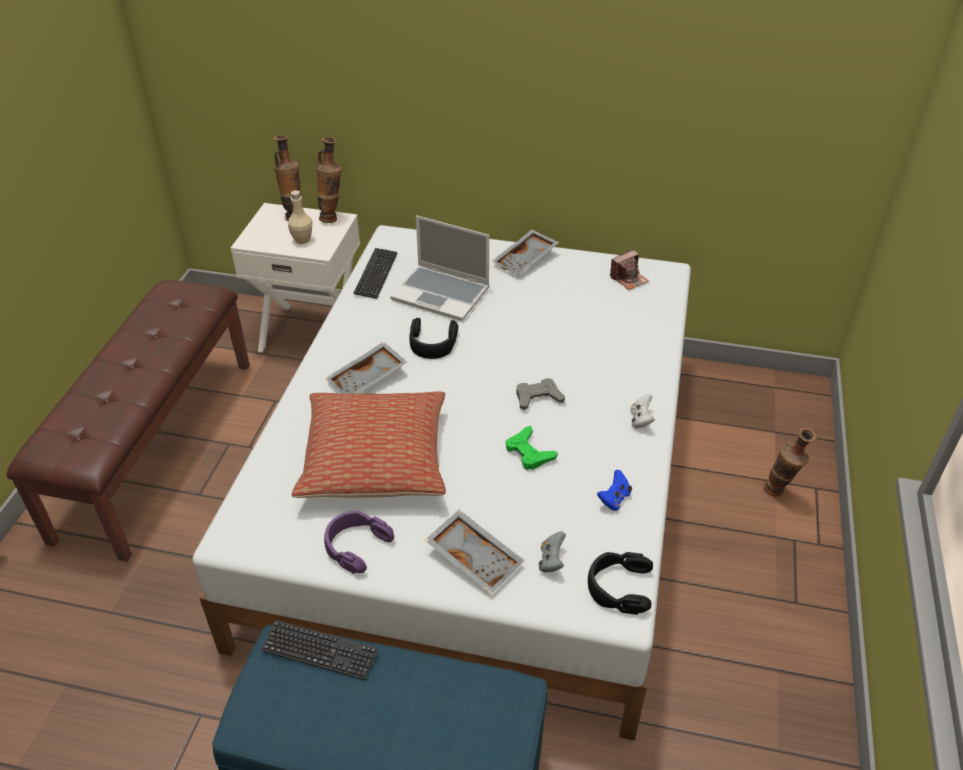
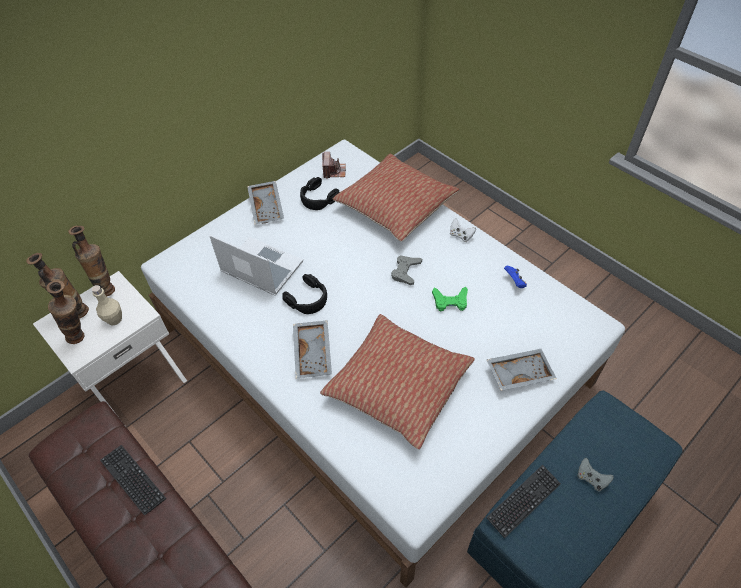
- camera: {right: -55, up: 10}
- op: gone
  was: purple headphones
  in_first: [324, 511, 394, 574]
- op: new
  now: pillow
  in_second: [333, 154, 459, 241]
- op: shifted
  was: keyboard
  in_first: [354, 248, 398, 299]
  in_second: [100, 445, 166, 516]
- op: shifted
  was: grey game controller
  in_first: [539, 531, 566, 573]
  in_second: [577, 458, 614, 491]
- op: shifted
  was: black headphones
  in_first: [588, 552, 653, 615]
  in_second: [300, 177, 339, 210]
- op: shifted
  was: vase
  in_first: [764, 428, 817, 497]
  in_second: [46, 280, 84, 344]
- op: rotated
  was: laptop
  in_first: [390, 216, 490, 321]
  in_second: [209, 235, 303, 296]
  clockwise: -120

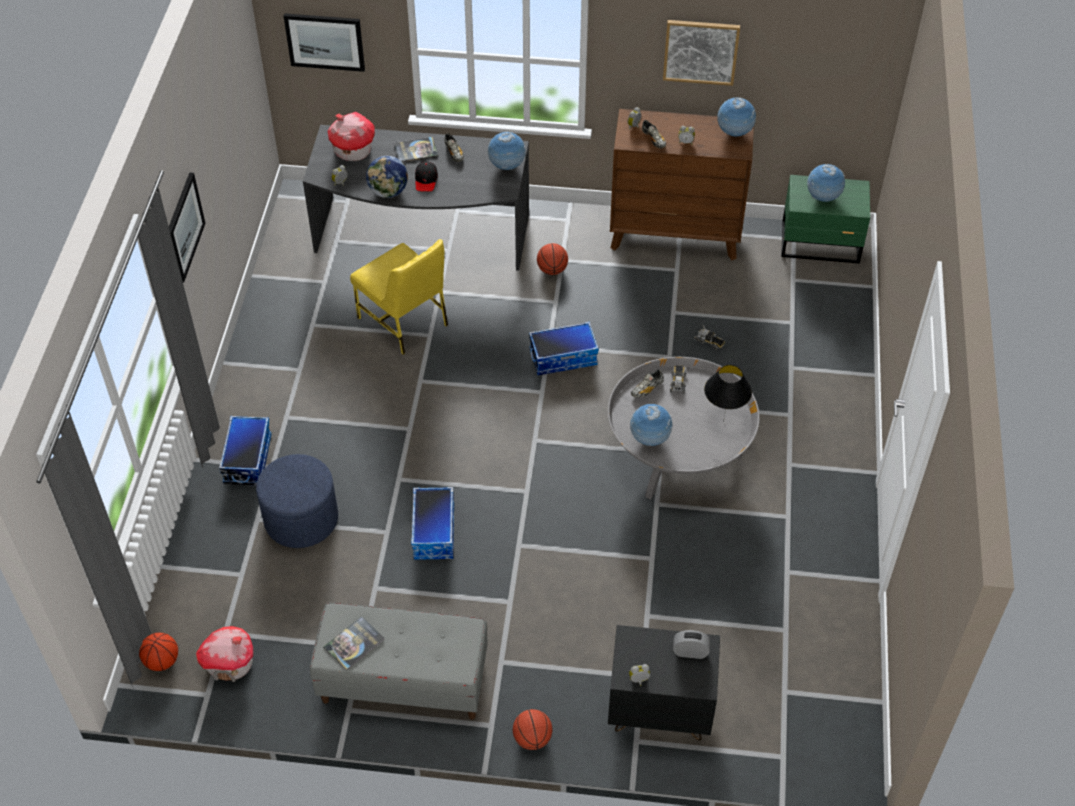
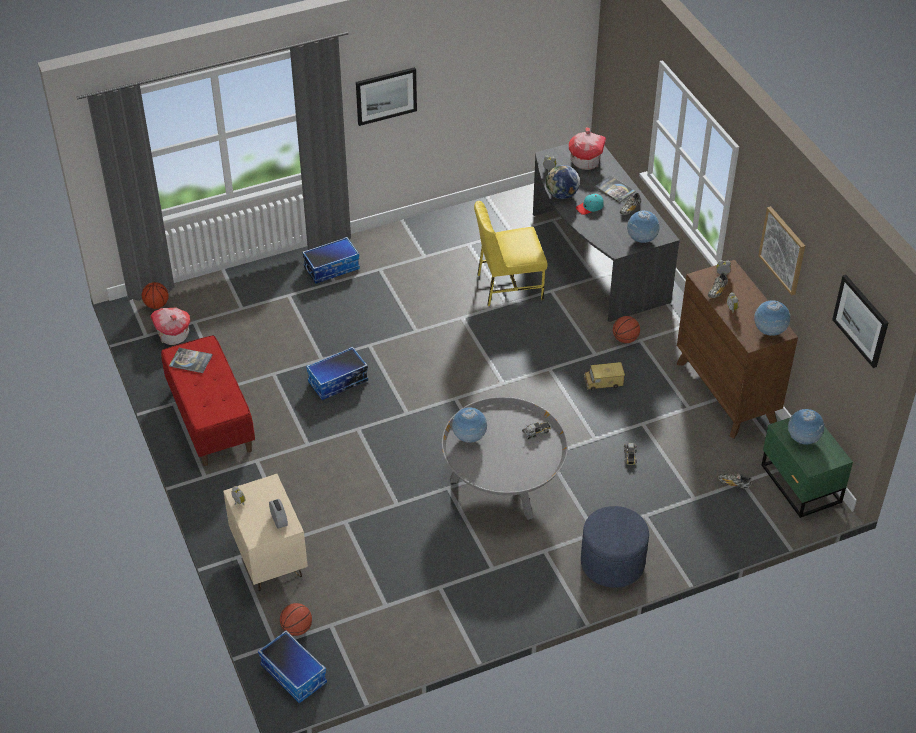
- camera: {right: 60, up: -5}
- op: gone
  was: black table lamp
  in_first: [704, 365, 752, 422]
- op: new
  now: toy truck
  in_second: [584, 362, 625, 391]
- op: shifted
  was: blue ottoman
  in_first: [256, 454, 338, 548]
  in_second: [581, 506, 649, 588]
- op: shifted
  was: picture
  in_first: [284, 13, 365, 72]
  in_second: [832, 275, 888, 368]
- op: shifted
  was: basketball
  in_first: [513, 709, 552, 750]
  in_second: [280, 603, 312, 636]
- op: shifted
  was: storage box
  in_first: [529, 322, 599, 375]
  in_second: [258, 630, 327, 703]
- op: shifted
  was: shoe
  in_first: [631, 369, 664, 397]
  in_second: [718, 473, 752, 489]
- op: repainted
  was: grey bench
  now: red bench
  in_first: [310, 603, 488, 720]
  in_second: [161, 335, 255, 466]
- op: repainted
  was: black cap
  now: turquoise cap
  in_first: [415, 161, 438, 192]
  in_second: [576, 194, 604, 215]
- op: repainted
  was: black nightstand
  now: beige nightstand
  in_first: [608, 625, 720, 741]
  in_second: [223, 474, 308, 591]
- op: rotated
  was: yellow chair
  in_first: [350, 239, 448, 355]
  in_second: [474, 201, 547, 306]
  clockwise: 60

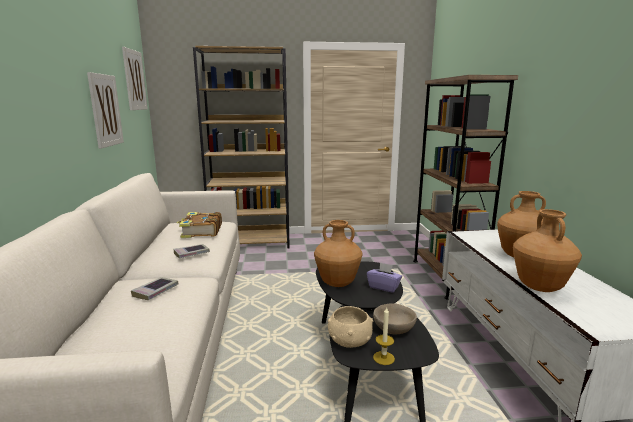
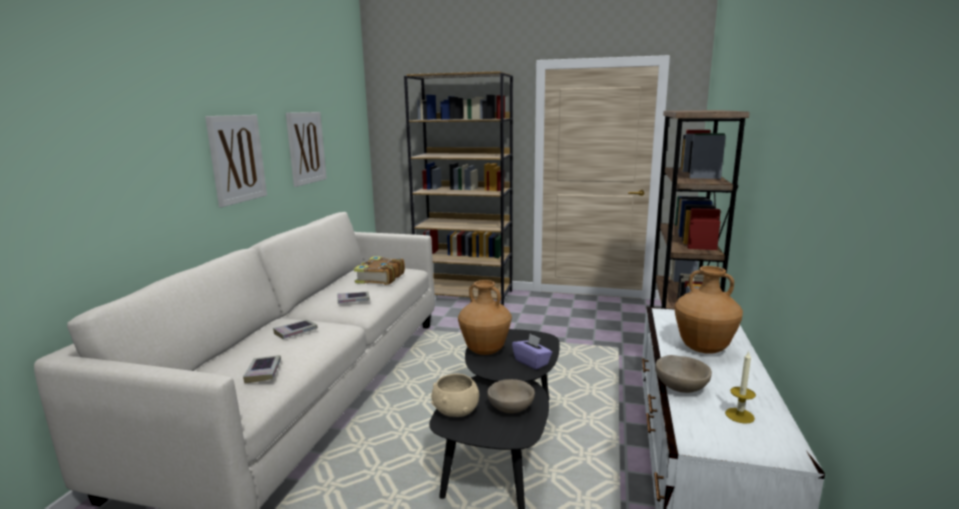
- camera: {right: 20, up: 0}
- op: new
  now: book
  in_second: [243, 355, 281, 383]
- op: shifted
  was: picture
  in_first: [122, 47, 148, 110]
  in_second: [205, 115, 267, 207]
- op: shifted
  was: candle
  in_first: [373, 308, 395, 365]
  in_second: [725, 351, 756, 424]
- op: swapped
  was: brown vase
  now: beige bowl
  in_first: [513, 209, 582, 292]
  in_second: [655, 355, 712, 393]

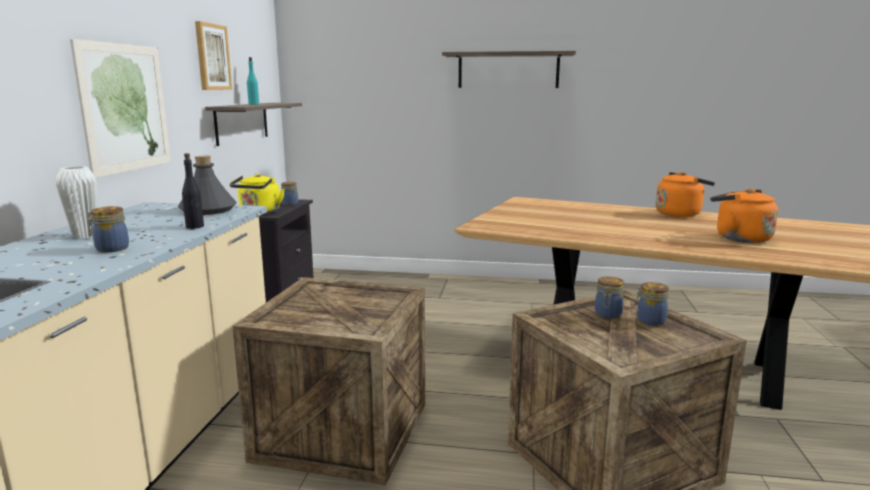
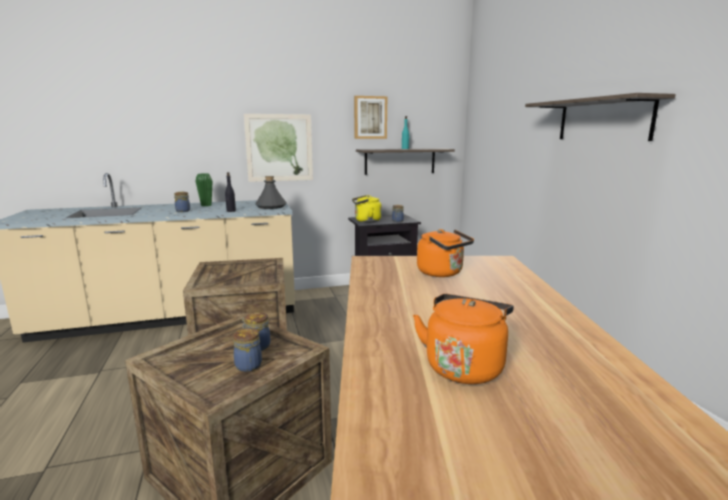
- camera: {right: 65, up: 0}
- op: shifted
  was: orange kettle
  in_first: [656, 172, 715, 217]
  in_second: [417, 229, 474, 277]
- op: repainted
  was: white vase
  now: green vase
  in_first: [56, 166, 97, 238]
  in_second: [196, 173, 212, 206]

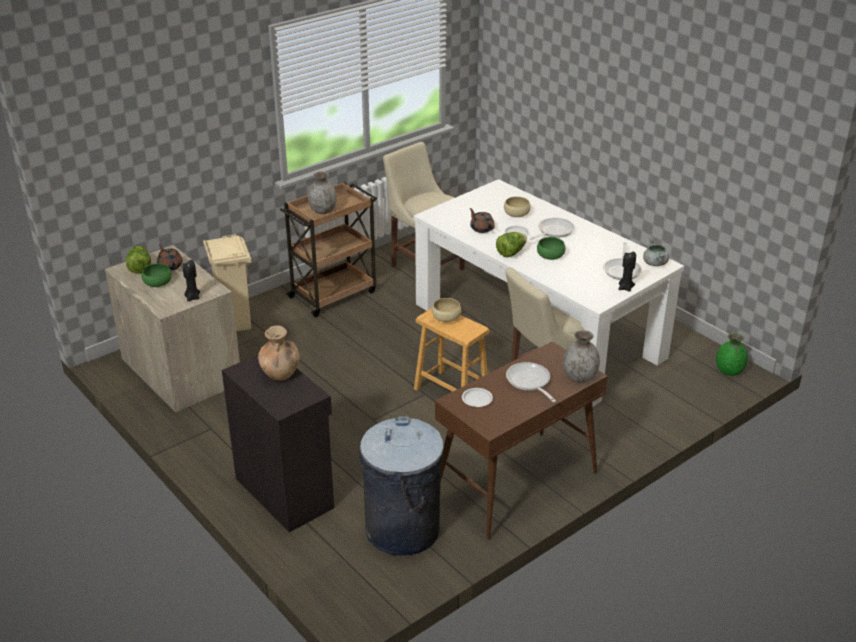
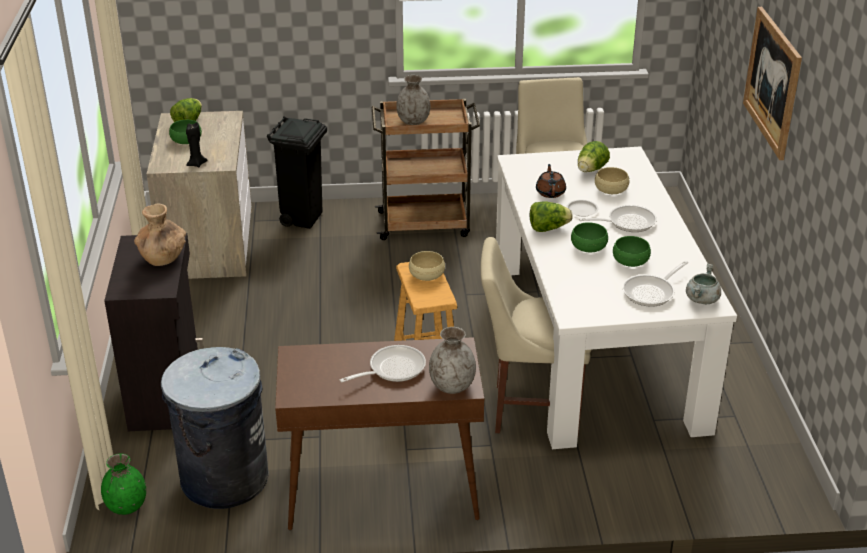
- camera: {right: 35, up: 0}
- op: gone
  was: brown teapot
  in_first: [157, 244, 183, 271]
- op: gone
  was: white plate
  in_first: [462, 388, 493, 407]
- op: gone
  was: black candle
  in_first: [618, 252, 636, 292]
- op: new
  now: lettuce
  in_second: [578, 141, 610, 172]
- op: new
  now: green bowl
  in_second: [613, 236, 651, 267]
- op: new
  now: picture
  in_second: [743, 7, 802, 160]
- op: shifted
  was: green vase
  in_first: [716, 333, 748, 376]
  in_second: [101, 453, 146, 515]
- op: repainted
  was: beige trash can
  now: black trash can
  in_first: [203, 234, 251, 331]
  in_second: [267, 116, 327, 229]
- op: rotated
  was: frying pan
  in_first: [506, 362, 556, 402]
  in_second: [340, 345, 426, 382]
  clockwise: 45

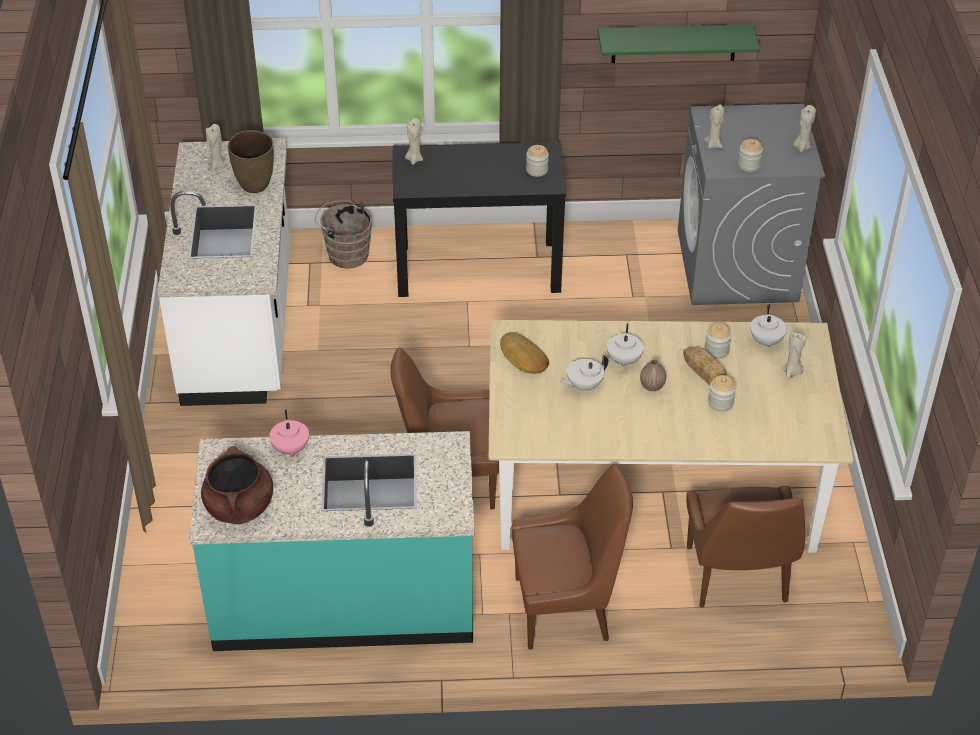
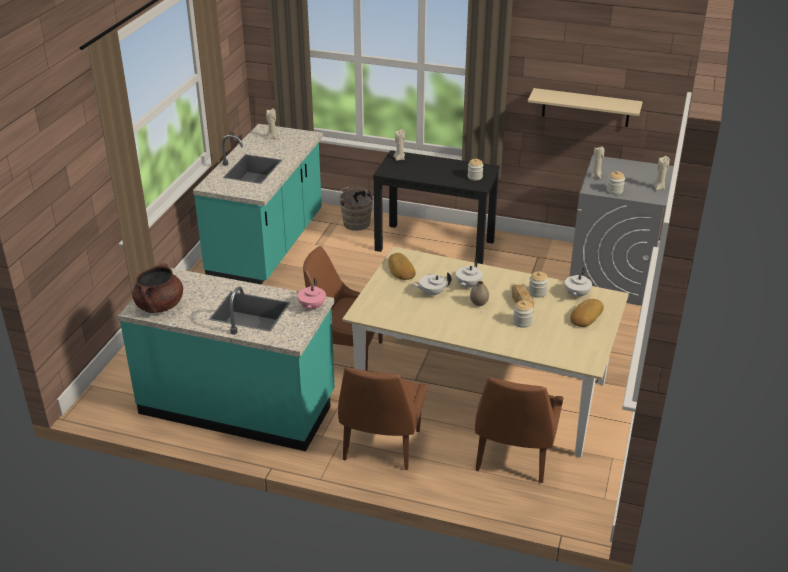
- camera: {right: 20, up: -10}
- op: gone
  was: brown vase
  in_first: [228, 130, 274, 193]
- op: shifted
  was: pink teapot
  in_first: [269, 409, 309, 457]
  in_second: [298, 278, 326, 311]
- op: swapped
  was: beige candle
  now: bread
  in_first: [783, 331, 806, 379]
  in_second: [570, 299, 604, 327]
- op: repainted
  was: white counter
  now: turquoise counter
  in_first: [158, 140, 290, 406]
  in_second: [193, 124, 323, 285]
- op: repainted
  was: green shelf
  now: beige shelf
  in_first: [598, 24, 760, 63]
  in_second: [528, 88, 643, 127]
- op: rotated
  was: brown chair
  in_first: [512, 464, 633, 649]
  in_second: [338, 367, 427, 470]
  clockwise: 90

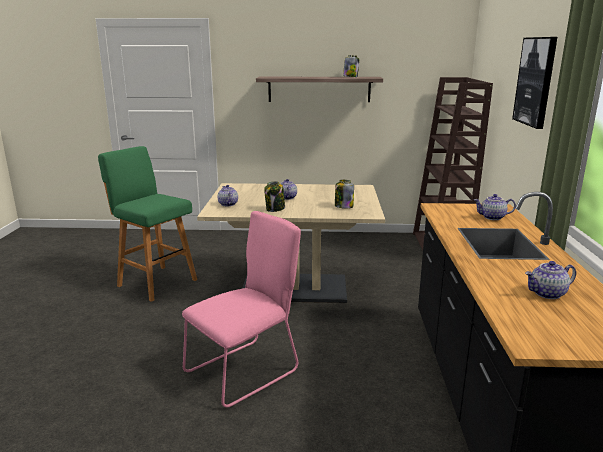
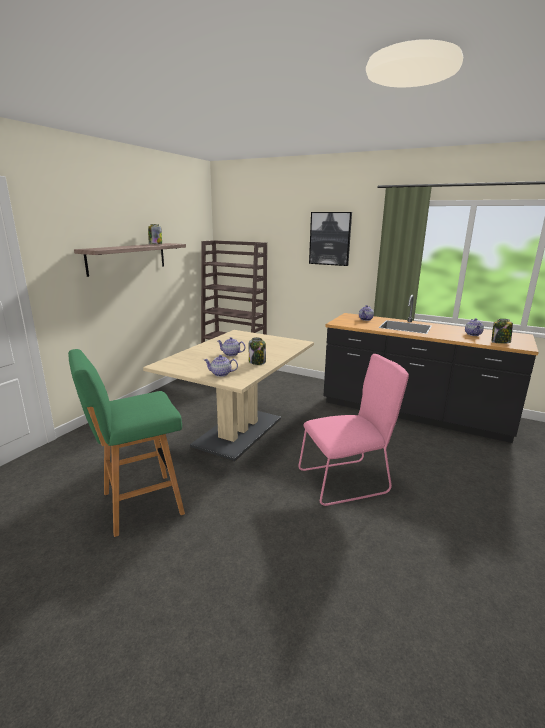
- camera: {right: -65, up: 0}
- op: shifted
  was: jar
  in_first: [335, 180, 354, 209]
  in_second: [492, 319, 513, 344]
- op: rotated
  was: pink chair
  in_first: [182, 211, 301, 407]
  in_second: [298, 354, 409, 506]
  clockwise: 90

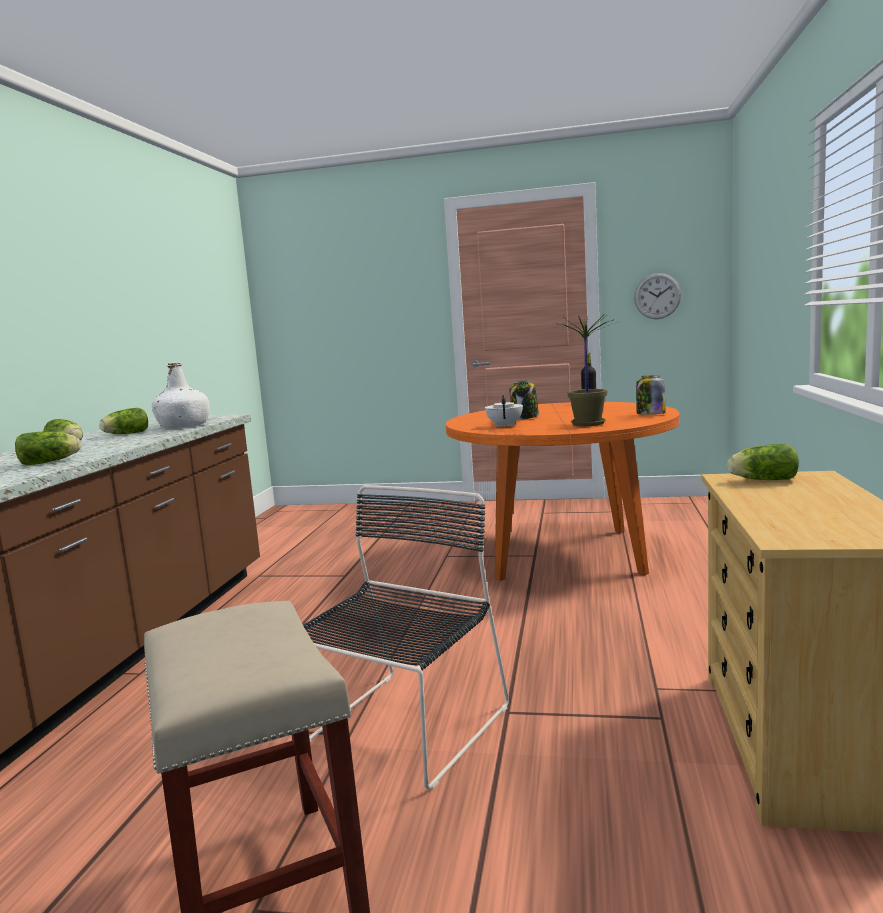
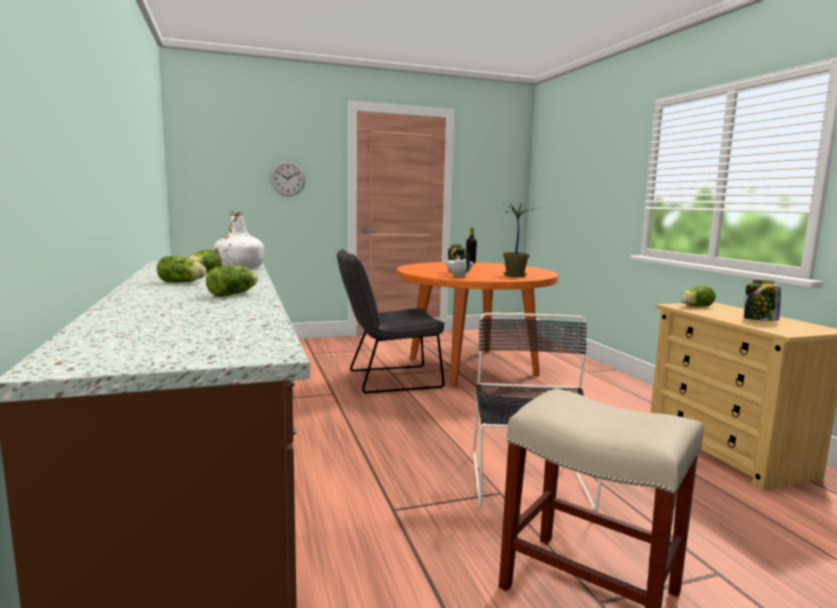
- camera: {right: -30, up: 0}
- op: new
  now: grey chair
  in_second: [337, 248, 445, 393]
- op: shifted
  was: wall clock
  in_first: [634, 273, 681, 319]
  in_second: [270, 161, 305, 196]
- op: shifted
  was: jar
  in_first: [636, 375, 665, 414]
  in_second: [744, 280, 781, 321]

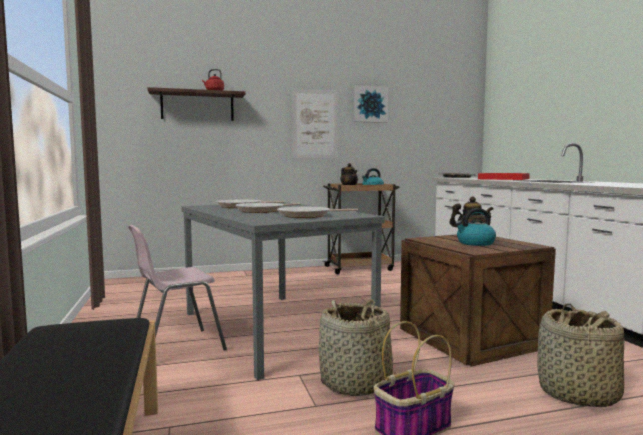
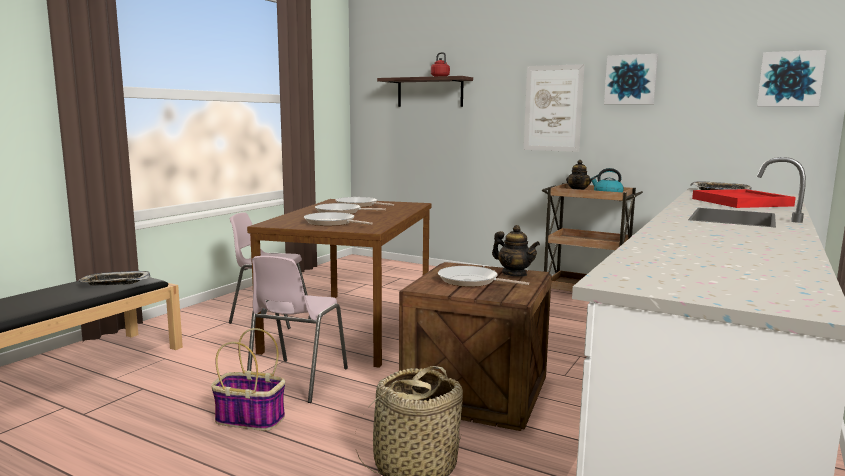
- camera: {right: 45, up: 5}
- op: new
  now: tray
  in_second: [78, 271, 150, 285]
- op: new
  now: picture
  in_second: [757, 50, 827, 107]
- op: swapped
  was: basket
  now: pink chair
  in_first: [319, 299, 395, 396]
  in_second: [247, 256, 348, 403]
- op: swapped
  was: kettle
  now: frying pan
  in_first: [455, 208, 496, 246]
  in_second: [438, 266, 529, 287]
- op: repainted
  was: grey dining table
  now: brown dining table
  in_first: [181, 202, 385, 380]
  in_second: [247, 199, 431, 368]

